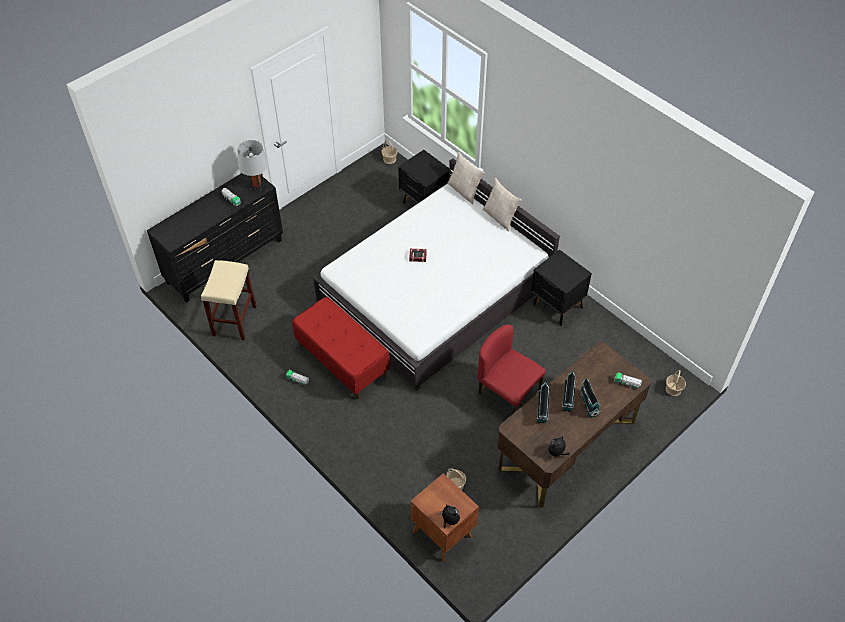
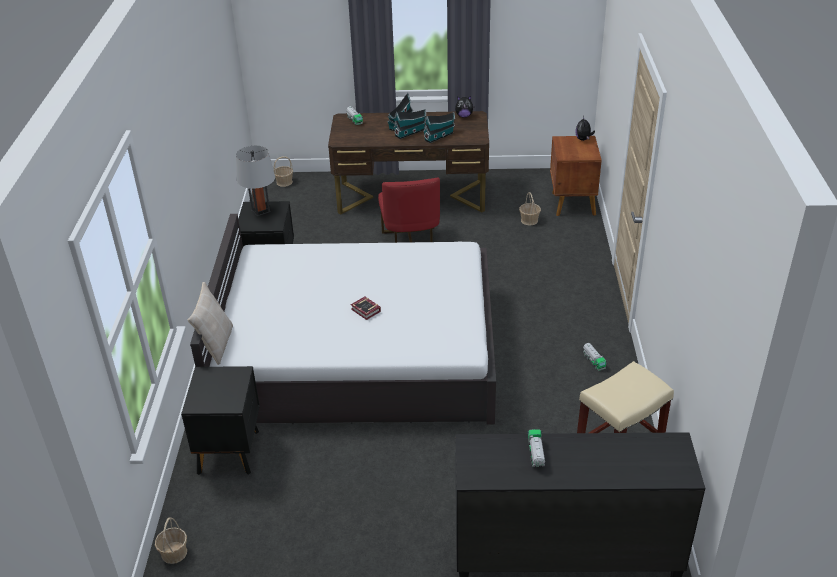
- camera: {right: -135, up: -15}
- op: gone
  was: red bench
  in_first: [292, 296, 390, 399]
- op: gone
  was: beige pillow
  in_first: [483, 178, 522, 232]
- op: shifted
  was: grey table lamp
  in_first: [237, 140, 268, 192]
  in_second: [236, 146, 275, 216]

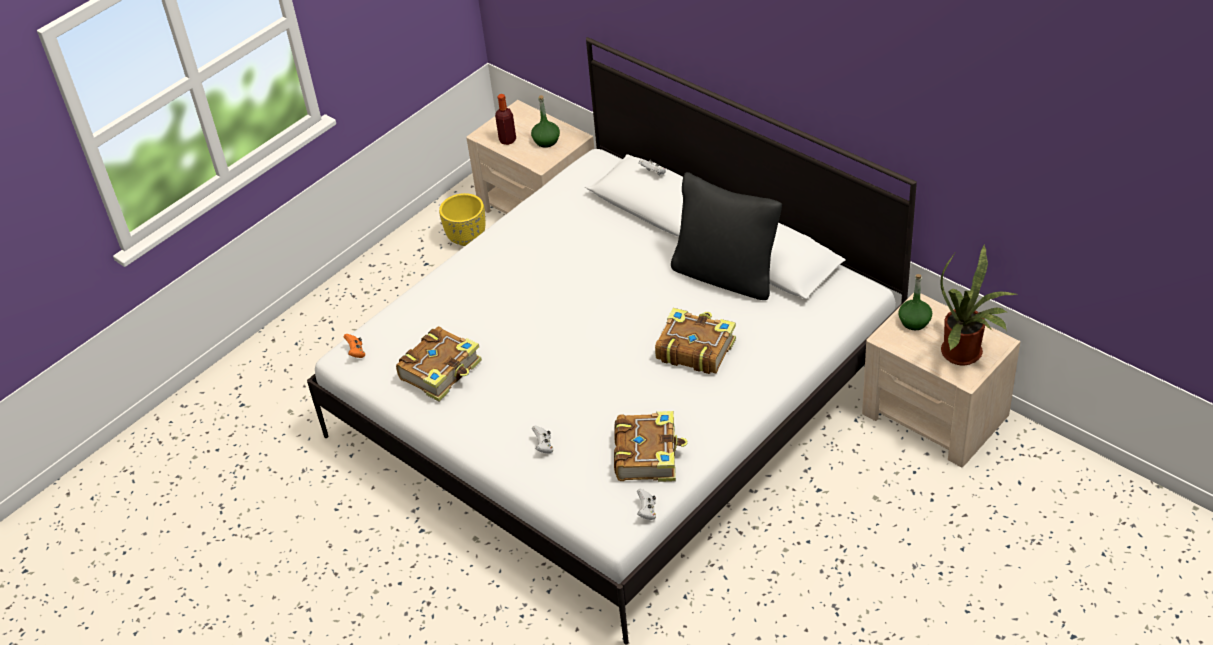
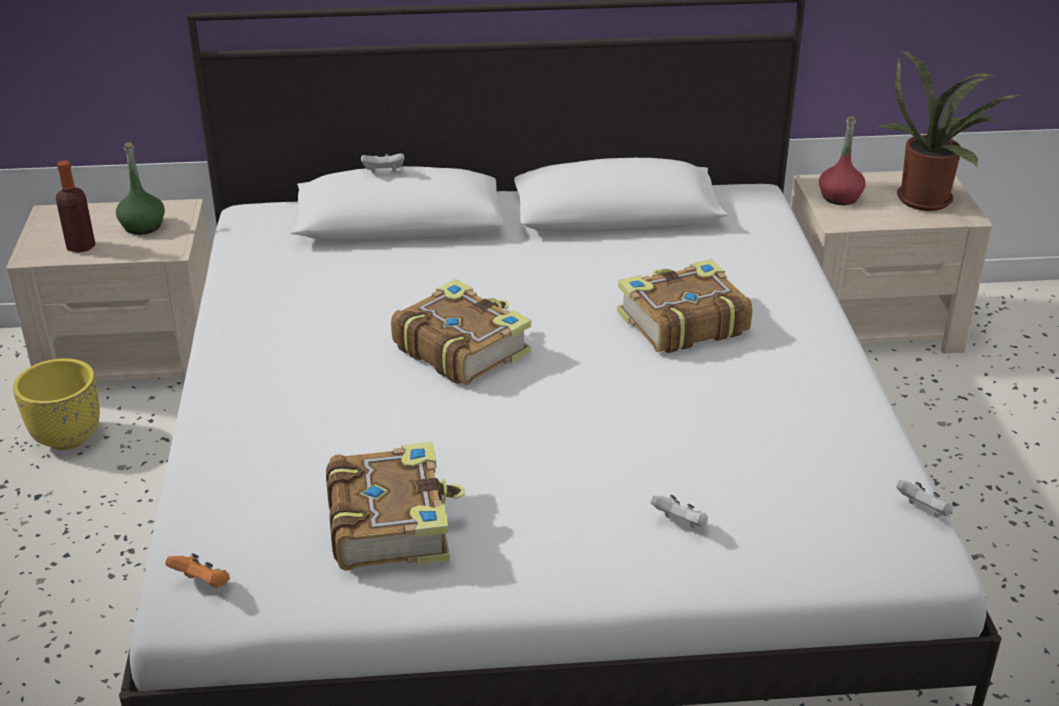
- camera: {right: -50, up: -10}
- op: gone
  was: black pillow
  in_first: [671, 172, 782, 300]
- op: shifted
  was: book
  in_first: [614, 411, 688, 482]
  in_second: [391, 279, 531, 385]
- op: repainted
  was: green bottle
  now: red bottle
  in_first: [898, 274, 932, 330]
  in_second: [819, 117, 866, 205]

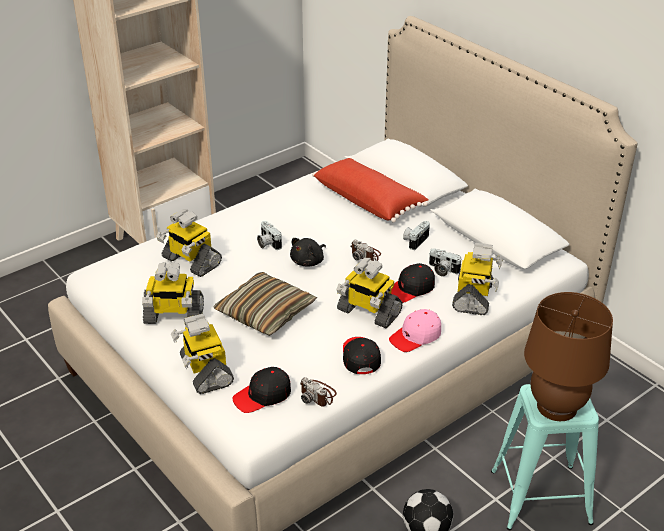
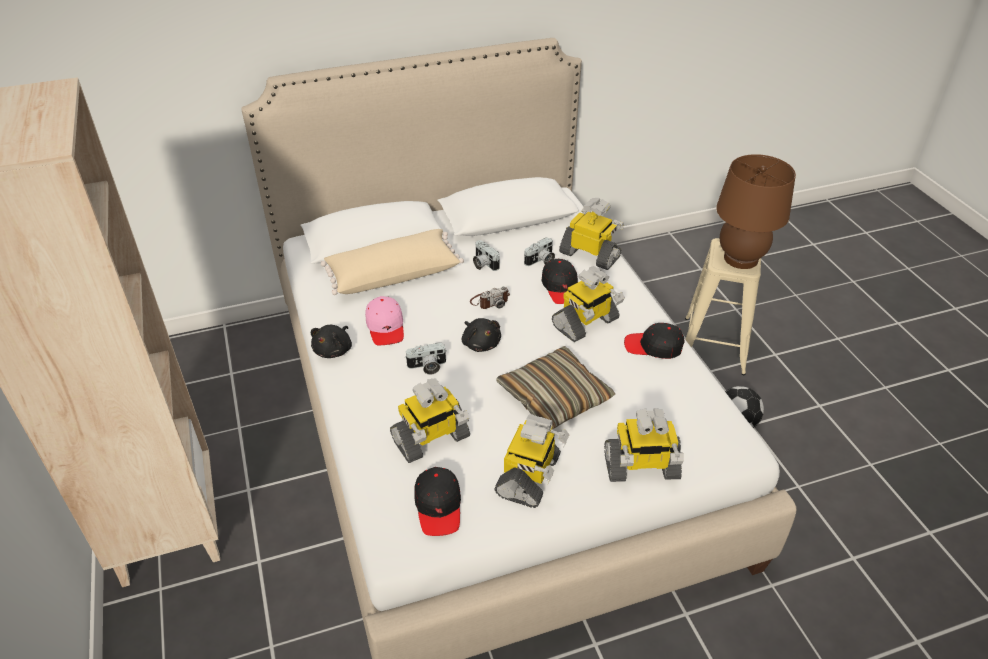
- camera: {right: -70, up: 5}
- op: gone
  was: photo camera
  in_first: [300, 377, 337, 407]
- op: new
  now: black plush toy
  in_second: [311, 325, 352, 358]
- op: shifted
  was: black cap
  in_first: [233, 367, 291, 413]
  in_second: [414, 467, 461, 536]
- op: shifted
  was: pink cap
  in_first: [389, 309, 441, 352]
  in_second: [365, 296, 404, 345]
- op: repainted
  was: red pillow
  now: beige pillow
  in_first: [312, 158, 429, 223]
  in_second: [321, 229, 464, 295]
- op: repainted
  was: turquoise stool
  now: beige stool
  in_first: [491, 384, 599, 530]
  in_second: [685, 238, 761, 375]

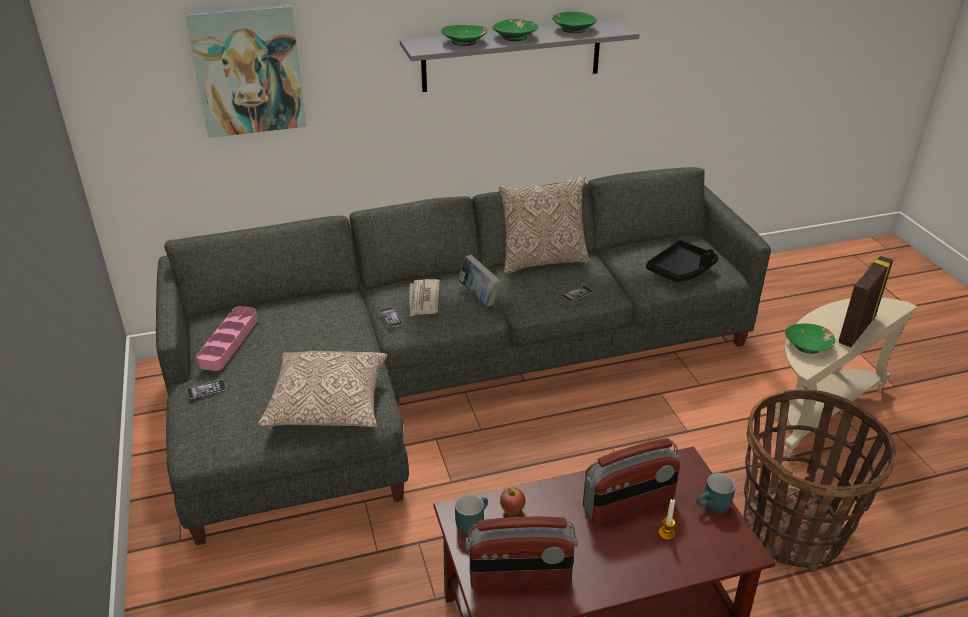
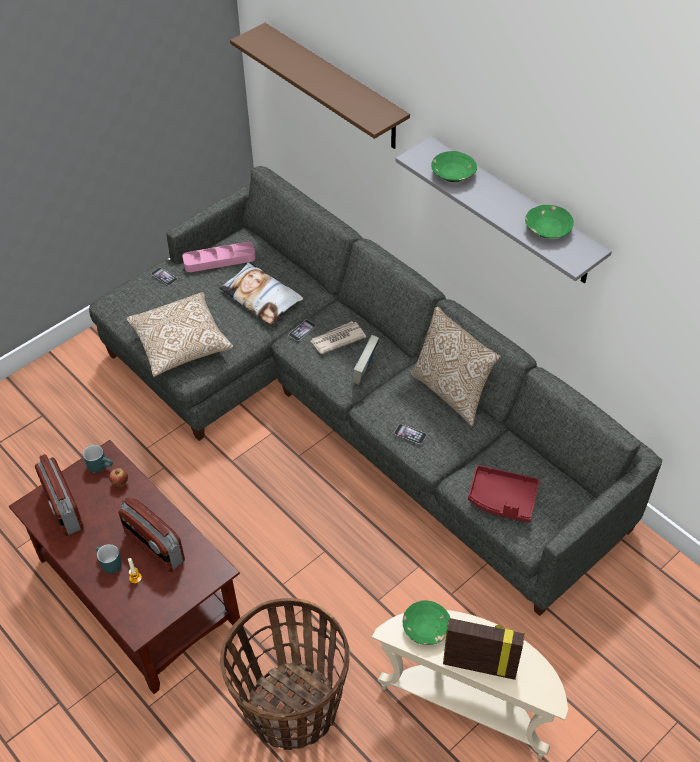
- camera: {right: 65, up: 15}
- op: gone
  was: green bowl
  in_first: [492, 19, 538, 41]
- op: new
  now: pillow
  in_second: [219, 262, 303, 324]
- op: shifted
  was: turquoise mug
  in_first: [696, 473, 736, 513]
  in_second: [96, 544, 122, 574]
- op: swapped
  was: picture
  now: brown shelf
  in_first: [185, 4, 307, 138]
  in_second: [230, 23, 410, 149]
- op: repainted
  was: black tray
  now: red tray
  in_first: [646, 240, 719, 282]
  in_second: [468, 465, 539, 523]

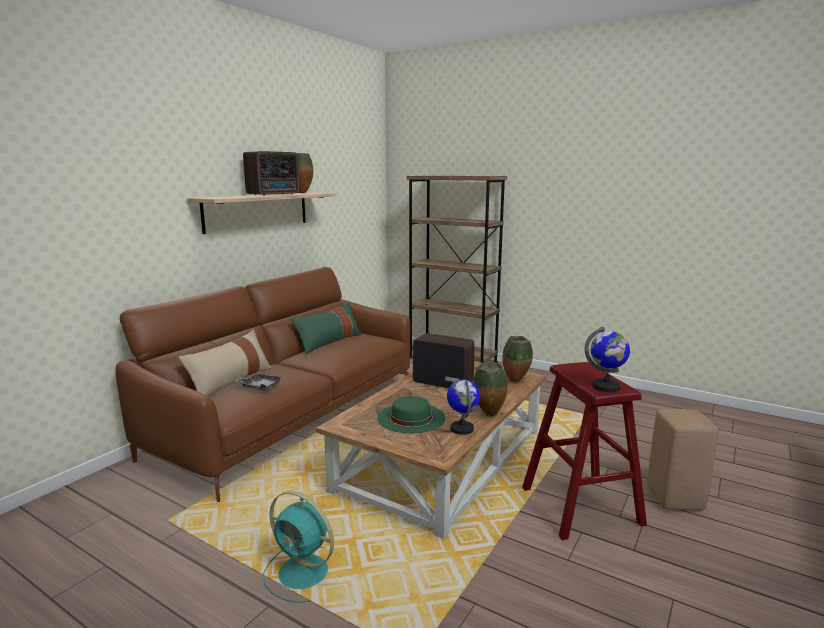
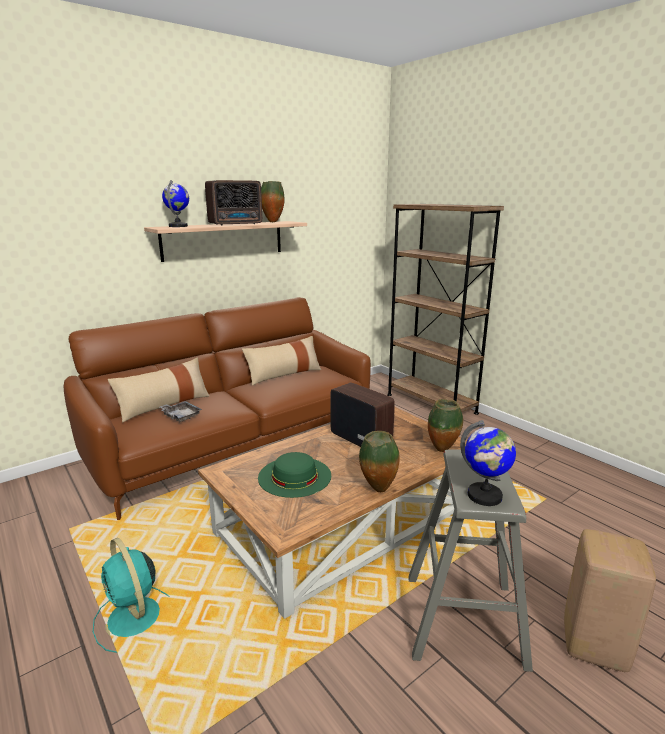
- camera: {right: 20, up: 5}
- op: shifted
  was: globe
  in_first: [447, 379, 480, 435]
  in_second: [162, 180, 189, 227]
- op: repainted
  was: green pillow
  now: beige pillow
  in_first: [291, 302, 362, 355]
  in_second: [242, 336, 321, 386]
- op: repainted
  was: red stool
  now: grey stool
  in_first: [522, 362, 647, 540]
  in_second: [408, 449, 533, 672]

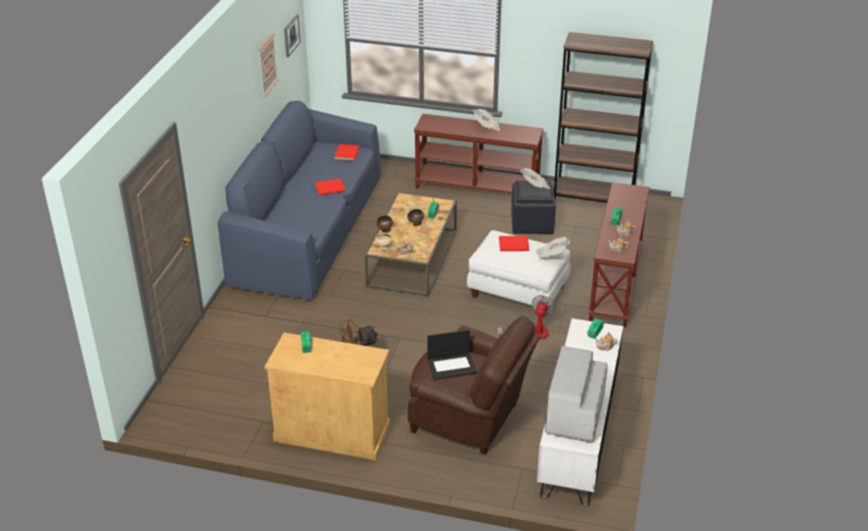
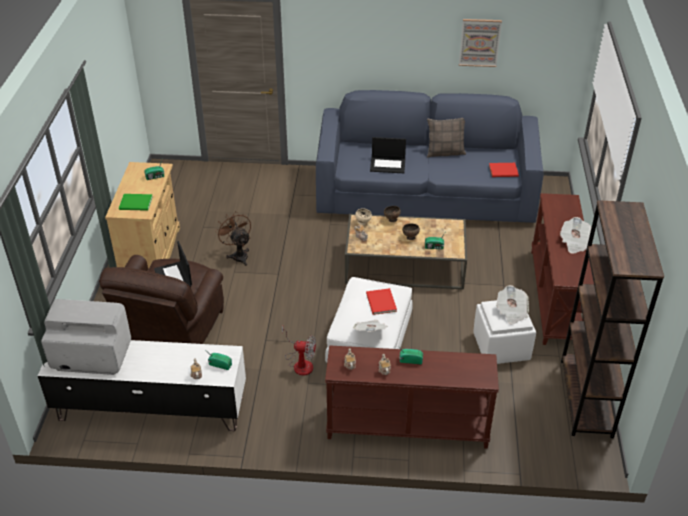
- camera: {right: 80, up: 5}
- op: gone
  was: picture
  in_first: [284, 14, 301, 57]
- op: gone
  was: red book
  in_first: [315, 179, 346, 195]
- op: new
  now: green book
  in_second: [119, 194, 153, 211]
- op: new
  now: laptop
  in_second: [370, 137, 406, 173]
- op: new
  now: pillow
  in_second: [427, 118, 466, 157]
- op: repainted
  was: black ottoman
  now: white ottoman
  in_first: [511, 181, 556, 234]
  in_second: [473, 300, 536, 364]

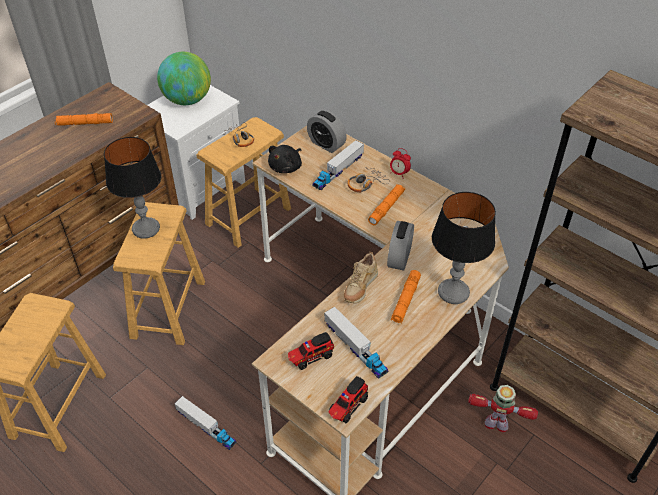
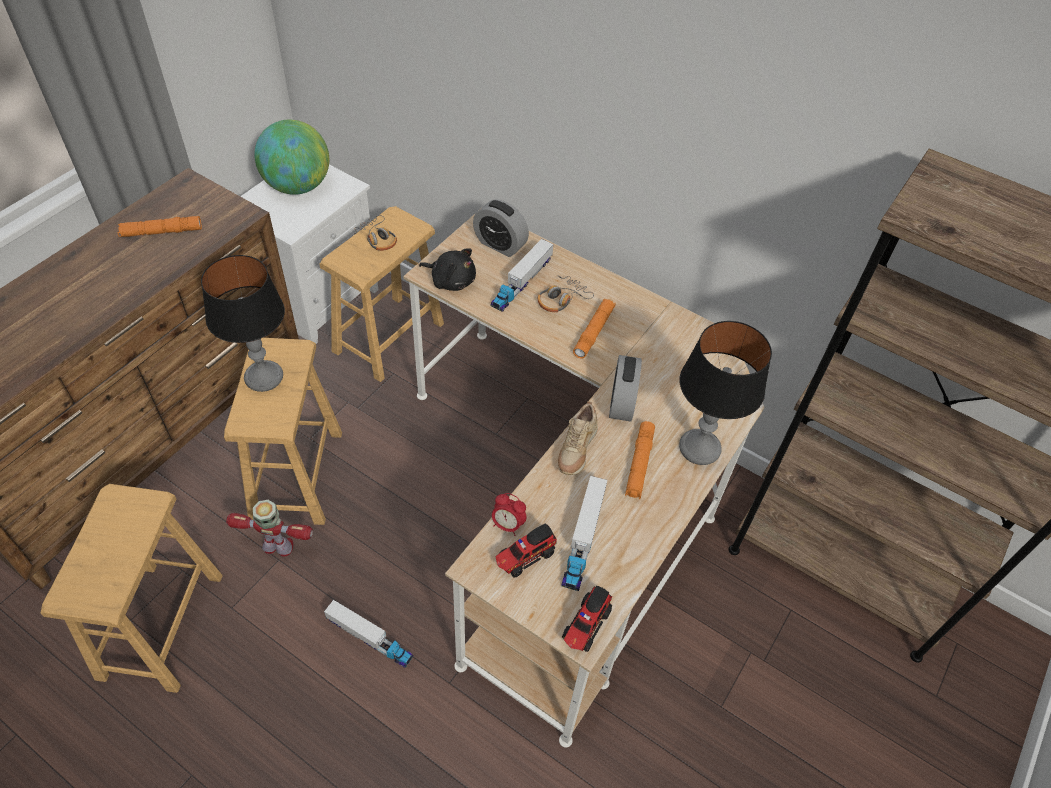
- camera: {right: -10, up: 5}
- op: shifted
  was: alarm clock
  in_first: [390, 148, 411, 177]
  in_second: [492, 493, 526, 536]
- op: shifted
  was: toy robot
  in_first: [468, 385, 538, 432]
  in_second: [226, 500, 313, 557]
- op: rotated
  was: black plush toy
  in_first: [268, 145, 302, 173]
  in_second: [419, 249, 476, 291]
  clockwise: -90
- op: rotated
  was: toy truck
  in_first: [324, 307, 389, 378]
  in_second: [562, 476, 607, 591]
  clockwise: 60

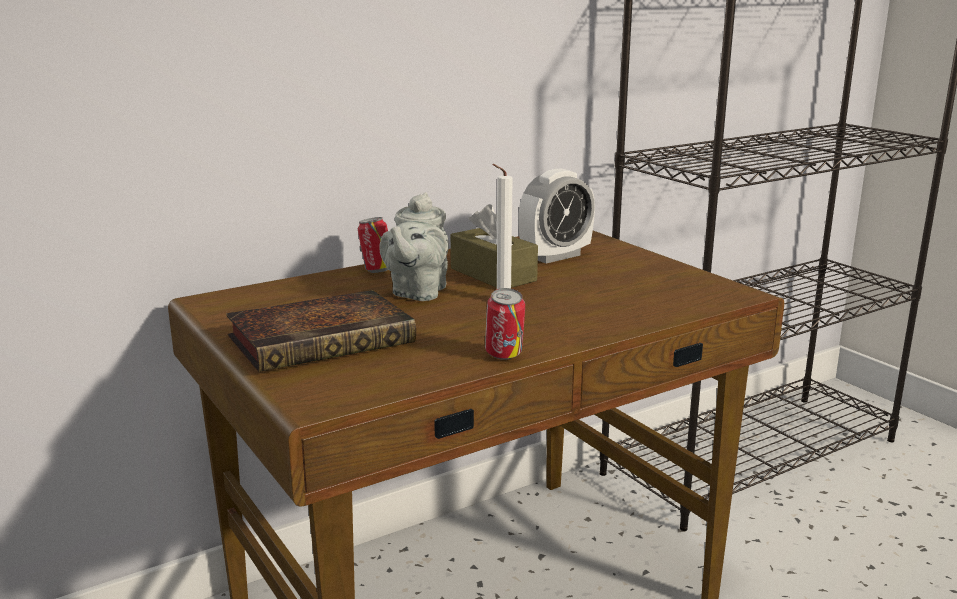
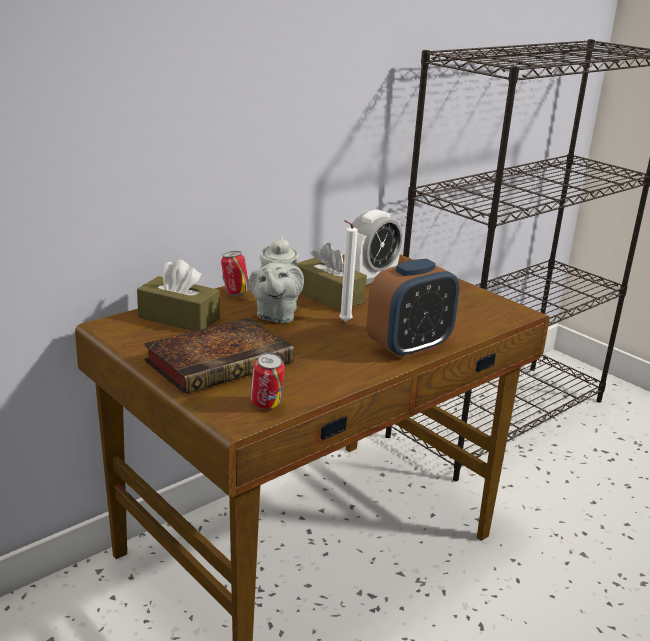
- camera: {right: -10, up: 5}
- op: new
  now: brown tissue box
  in_second: [137, 259, 220, 331]
- op: new
  now: alarm clock
  in_second: [367, 259, 459, 359]
- op: shifted
  was: can
  in_first: [485, 288, 525, 360]
  in_second: [251, 352, 285, 409]

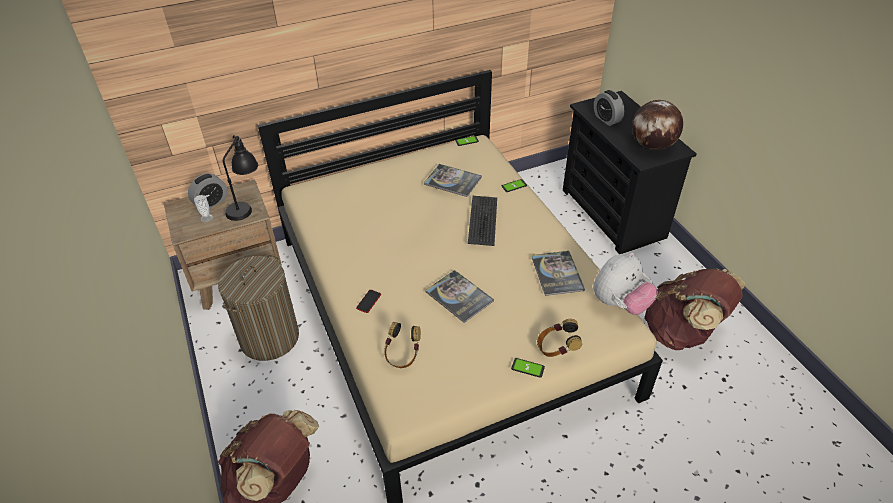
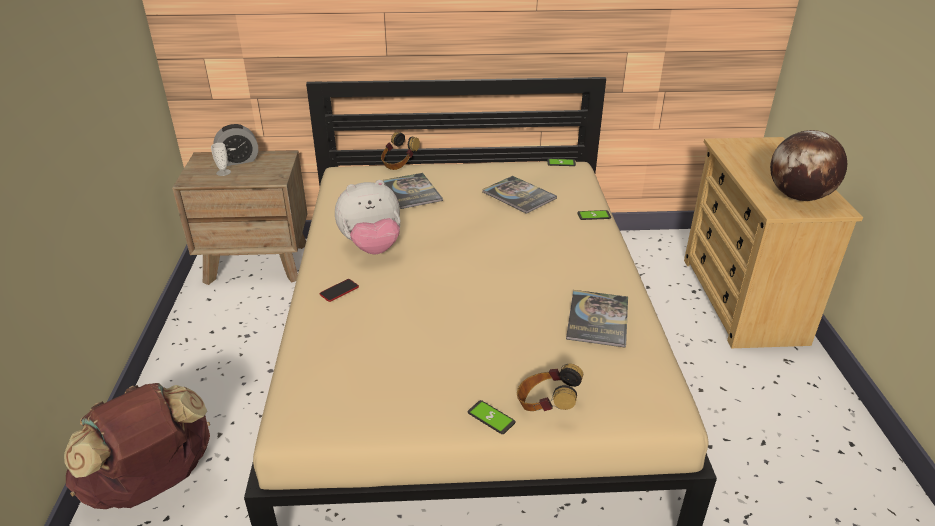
- camera: {right: 20, up: -10}
- op: gone
  was: laundry basket
  in_first: [218, 255, 299, 361]
- op: gone
  was: black table lamp
  in_first: [223, 135, 258, 221]
- op: gone
  was: keyboard
  in_first: [468, 196, 497, 246]
- op: gone
  was: alarm clock
  in_first: [594, 90, 624, 126]
- op: gone
  was: brown backpack
  in_first: [644, 269, 745, 350]
- op: shifted
  was: headphones
  in_first: [384, 322, 421, 368]
  in_second: [381, 132, 420, 170]
- op: shifted
  was: book
  in_first: [426, 270, 494, 323]
  in_second: [383, 173, 443, 209]
- op: shifted
  was: plush toy
  in_first: [593, 252, 658, 315]
  in_second: [335, 180, 401, 254]
- op: repainted
  was: black dresser
  now: beige dresser
  in_first: [563, 91, 697, 254]
  in_second: [684, 137, 863, 348]

